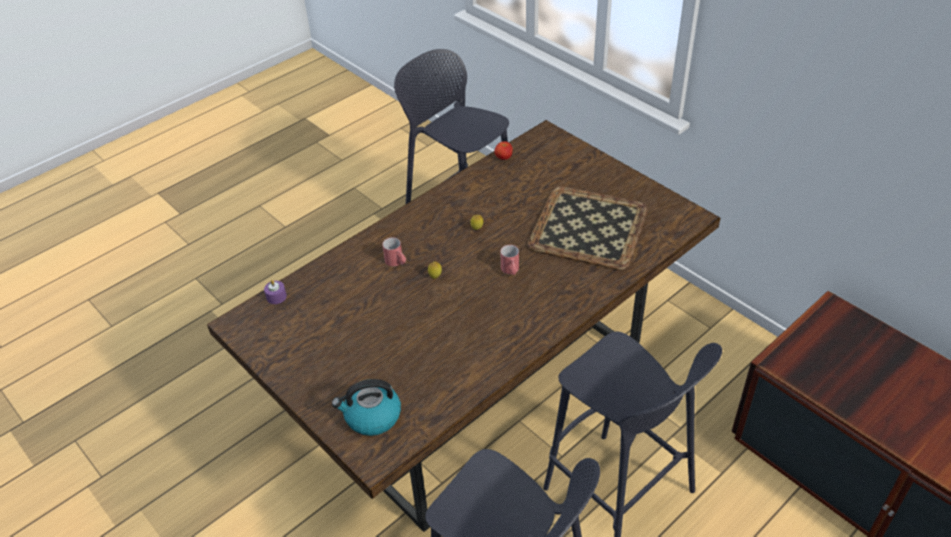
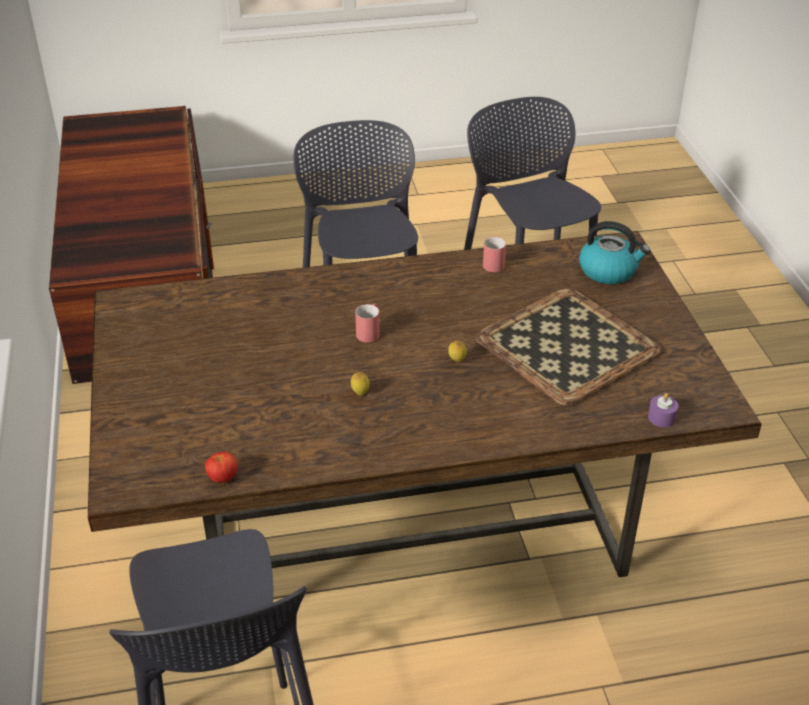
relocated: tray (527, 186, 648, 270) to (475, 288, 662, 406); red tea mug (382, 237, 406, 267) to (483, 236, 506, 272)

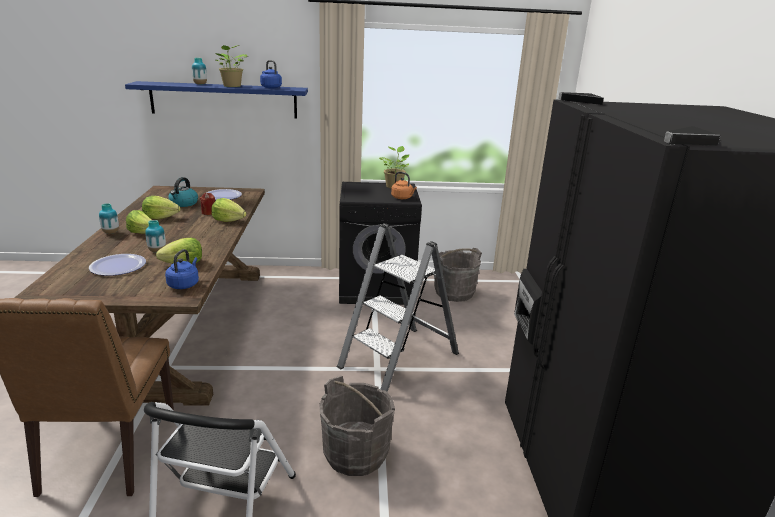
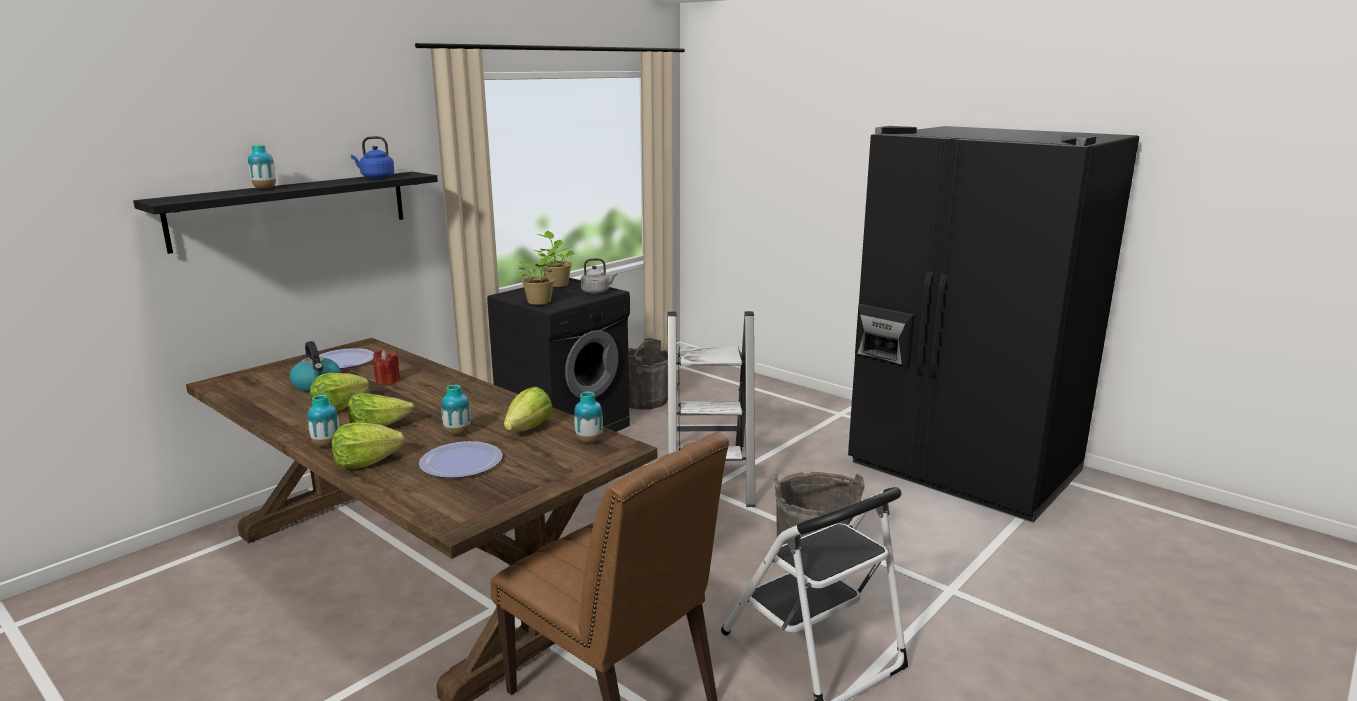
relocated: head of lettuce (211, 198, 247, 222) to (332, 422, 404, 469); plant in a pot (216, 45, 248, 87) to (515, 247, 557, 305)
exchanged: blue-coloured kettle (165, 249, 199, 289) to vase (574, 392, 603, 443)
colour: blue-coloured bracket shelf (125, 81, 308, 119) to blackish bracket shelf (133, 172, 438, 254); orange-coloured kettle (391, 172, 417, 199) to greyish kettle (581, 258, 617, 294)

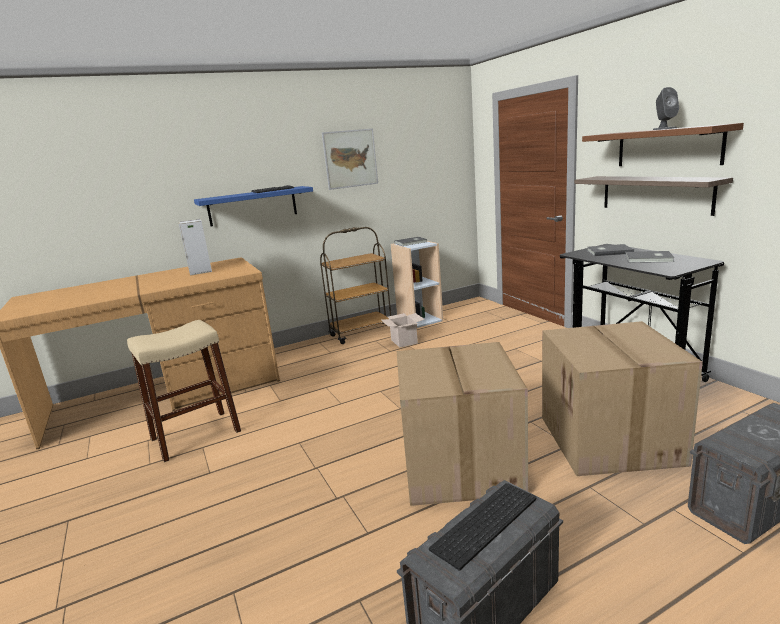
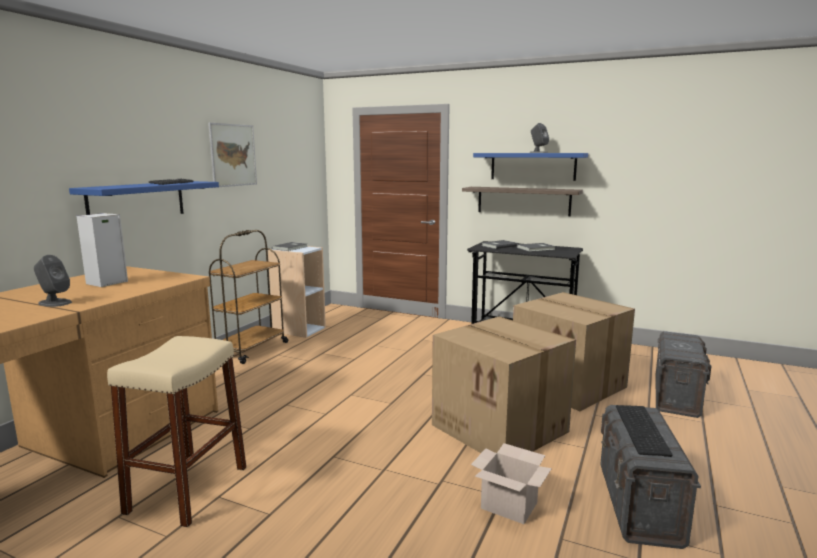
appeared: greyish speaker (34, 255, 72, 307)
relocated: packing box (381, 313, 425, 348) to (471, 443, 552, 524)
colour: brown bracket shelf (582, 123, 744, 166) to blue-coloured bracket shelf (473, 153, 588, 181)

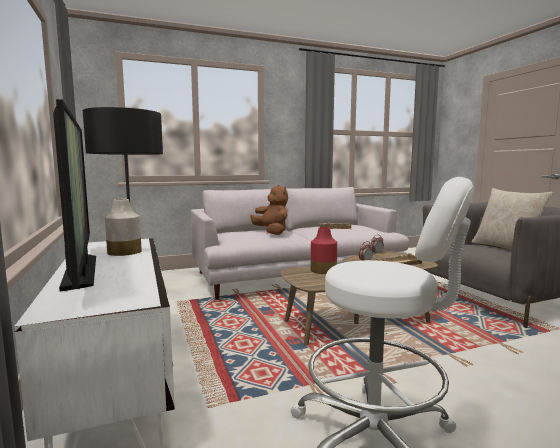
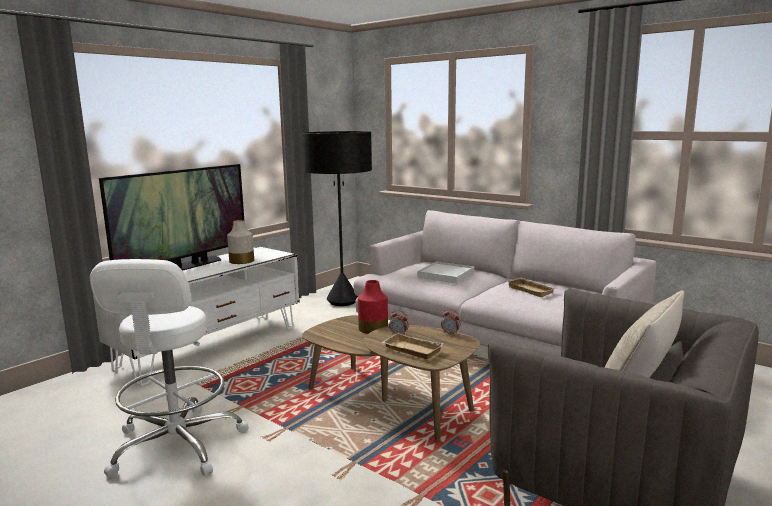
exchanged: brown cuddly toy (251, 185, 288, 235) to white tray (417, 262, 474, 284)

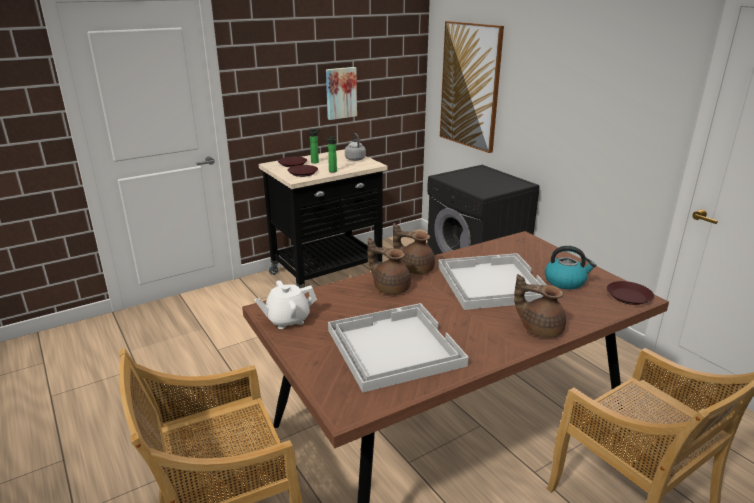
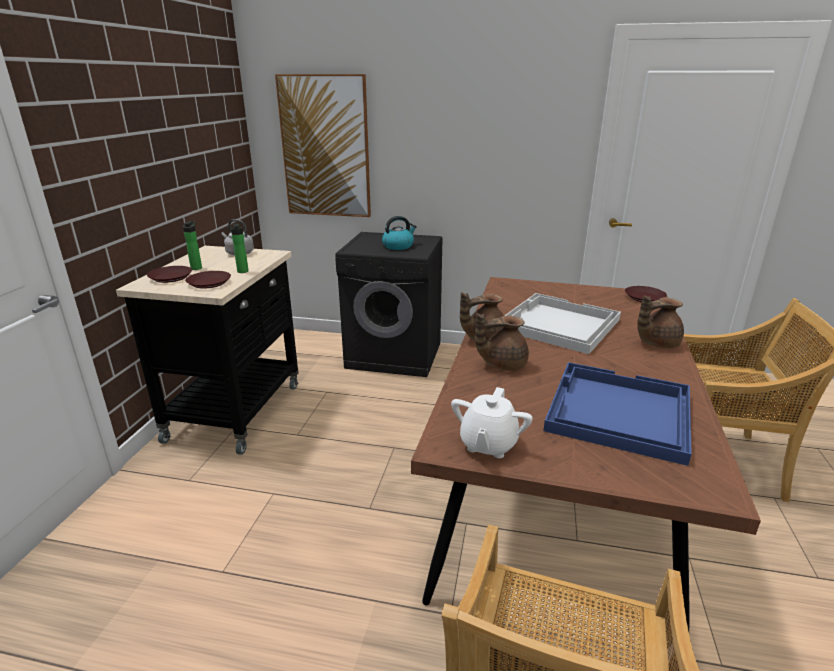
missing: wall art (326, 67, 357, 120)
relocated: kettle (545, 246, 596, 289) to (382, 216, 417, 250)
colour: white tray (328, 303, 469, 392) to blue-coloured tray (543, 362, 692, 466)

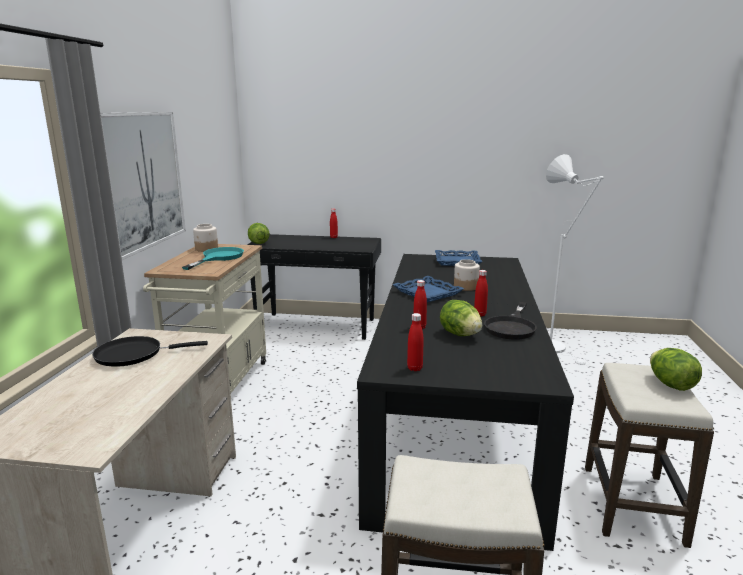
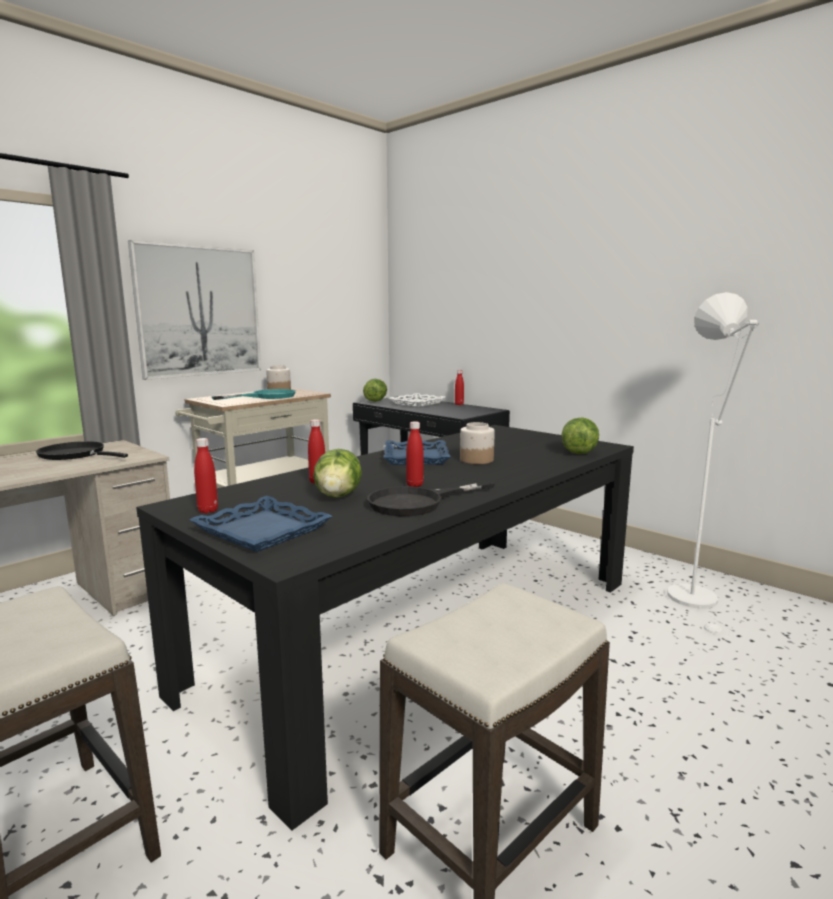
appeared: white tray (388, 393, 446, 407)
relocated: blue-coloured tray (435, 250, 482, 266) to (190, 496, 332, 552); head of lettuce (650, 348, 702, 391) to (562, 417, 599, 454)

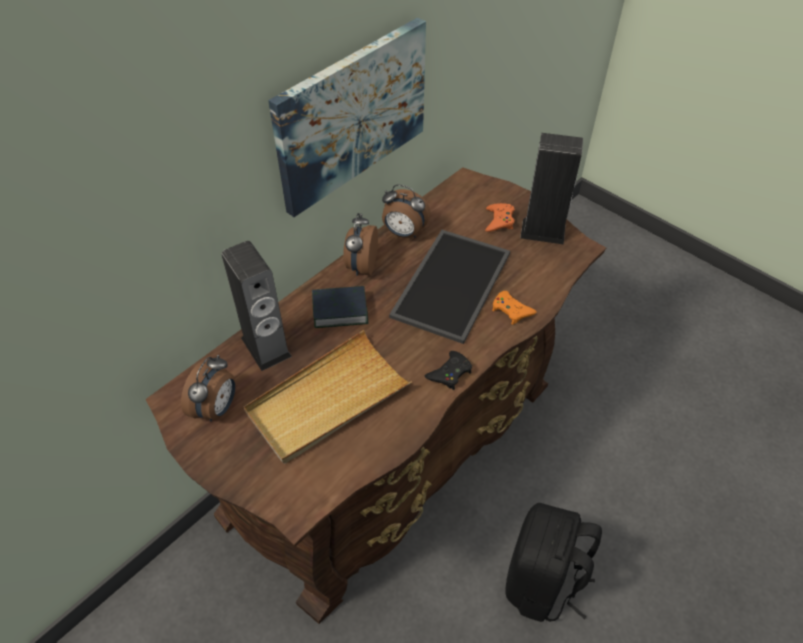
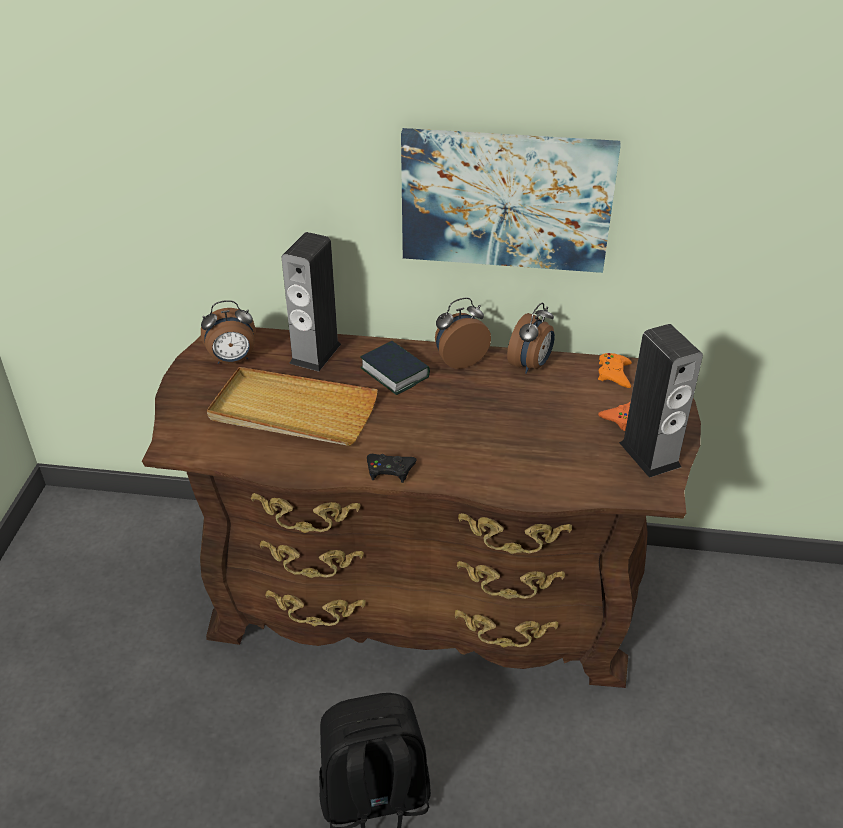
missing: tray (389, 230, 510, 344)
relocated: orange-coloured game controller (492, 291, 537, 325) to (598, 353, 632, 388)
spun: table clock (382, 184, 431, 238) = (507, 303, 555, 374) 135 degrees counterclockwise

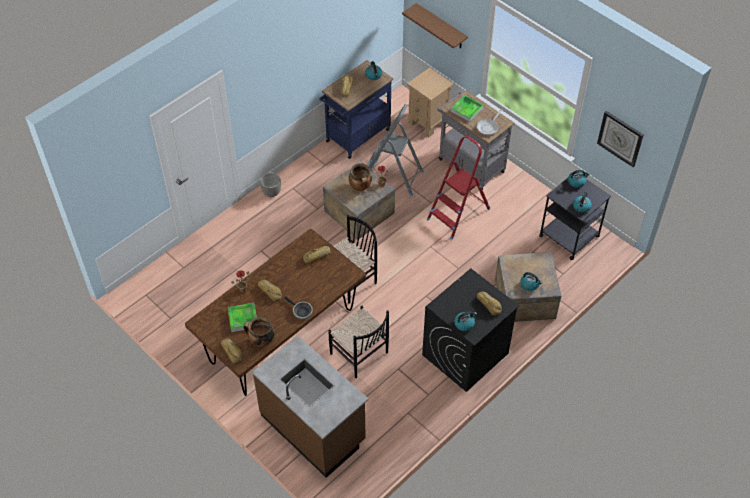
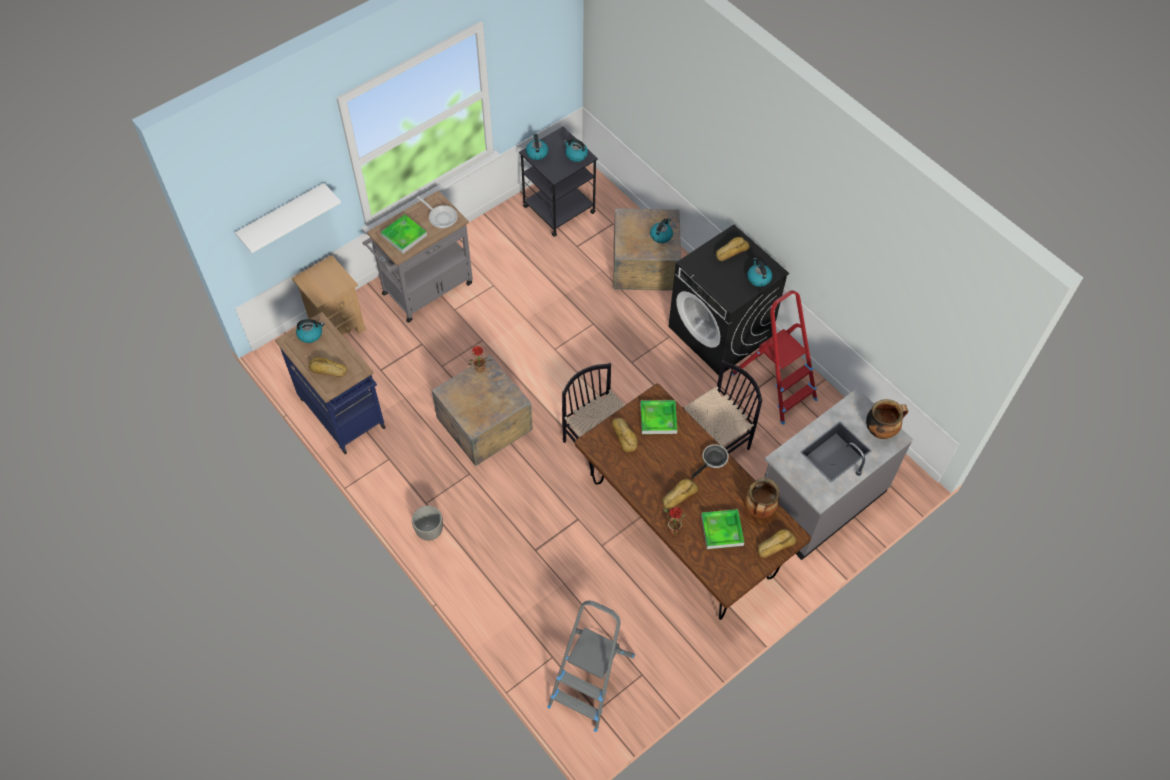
missing: wall clock (597, 111, 643, 167)
appeared: tray (640, 400, 677, 434)
relocated: greyish step stool (367, 103, 424, 196) to (548, 601, 635, 732); red step stool (427, 136, 491, 239) to (732, 290, 817, 425); cooking pot (349, 163, 372, 191) to (866, 399, 908, 439)
colour: brown bracket shelf (402, 3, 468, 48) to white bracket shelf (235, 183, 341, 253); brown counter (252, 336, 369, 478) to greyish counter (764, 388, 913, 560)

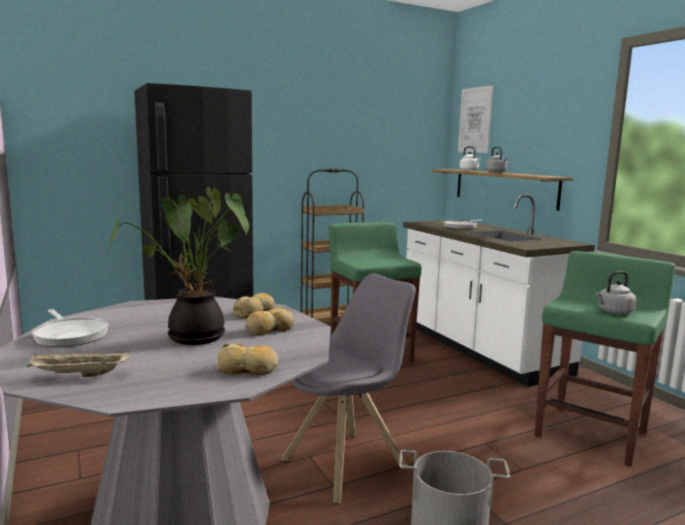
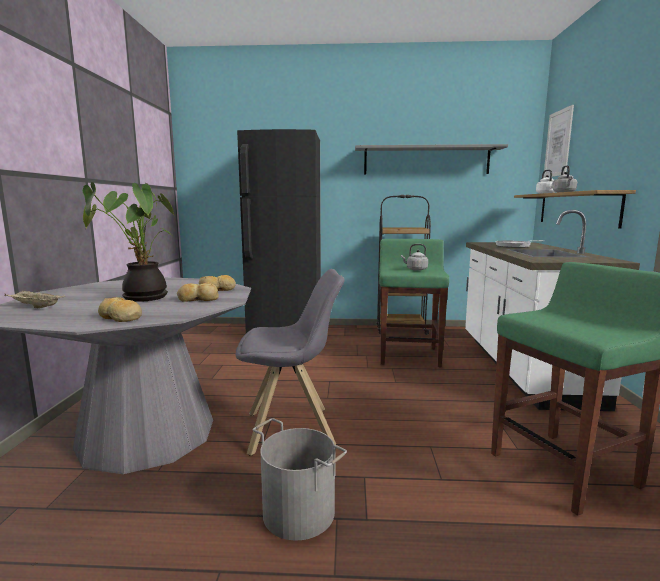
missing: frying pan (32, 309, 108, 347)
appeared: greyish bracket shelf (355, 144, 508, 175)
relocated: greyish kettle (595, 271, 636, 315) to (401, 244, 428, 271)

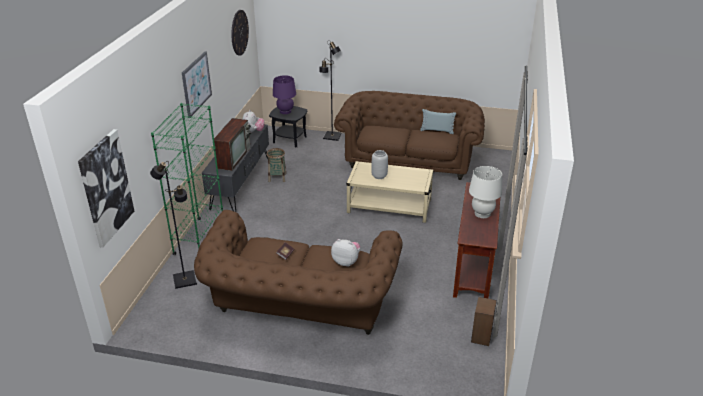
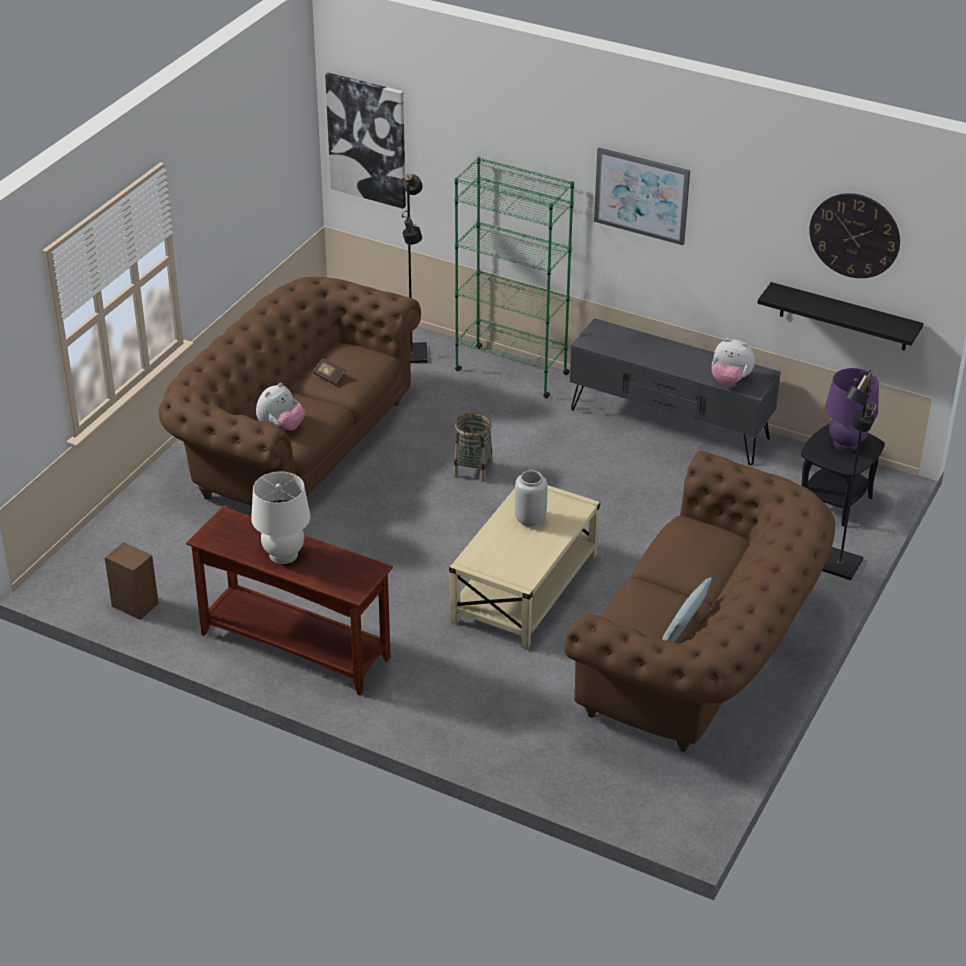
missing: television (214, 118, 252, 171)
appeared: blackish bracket shelf (757, 282, 923, 351)
relocated: household basket (267, 148, 286, 182) to (453, 413, 493, 482)

